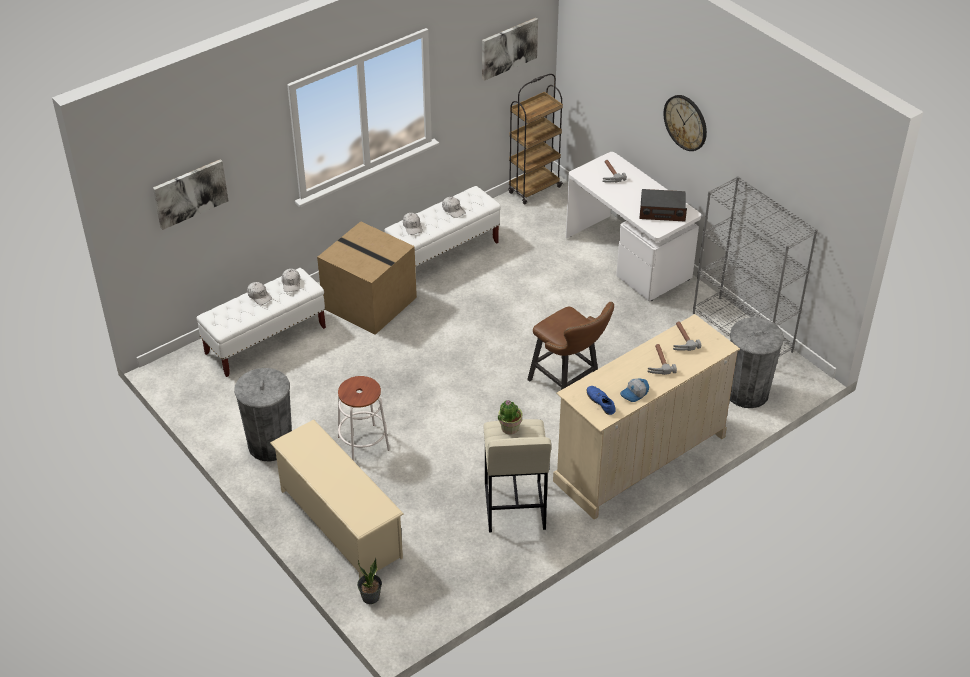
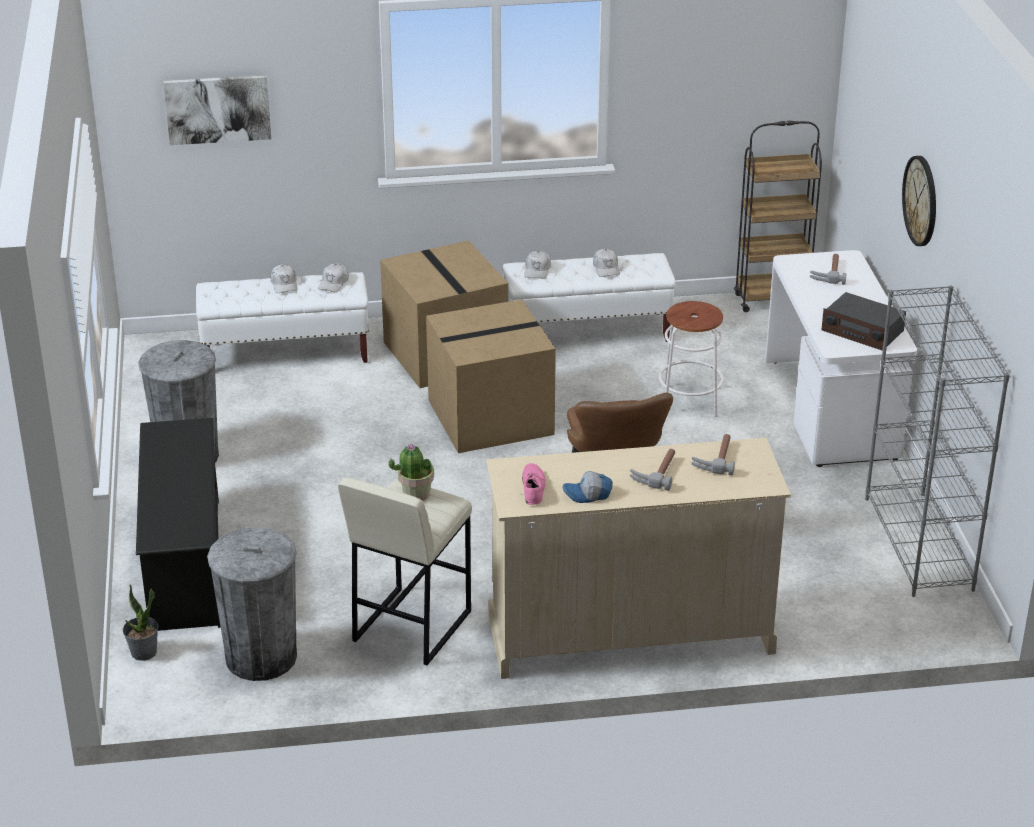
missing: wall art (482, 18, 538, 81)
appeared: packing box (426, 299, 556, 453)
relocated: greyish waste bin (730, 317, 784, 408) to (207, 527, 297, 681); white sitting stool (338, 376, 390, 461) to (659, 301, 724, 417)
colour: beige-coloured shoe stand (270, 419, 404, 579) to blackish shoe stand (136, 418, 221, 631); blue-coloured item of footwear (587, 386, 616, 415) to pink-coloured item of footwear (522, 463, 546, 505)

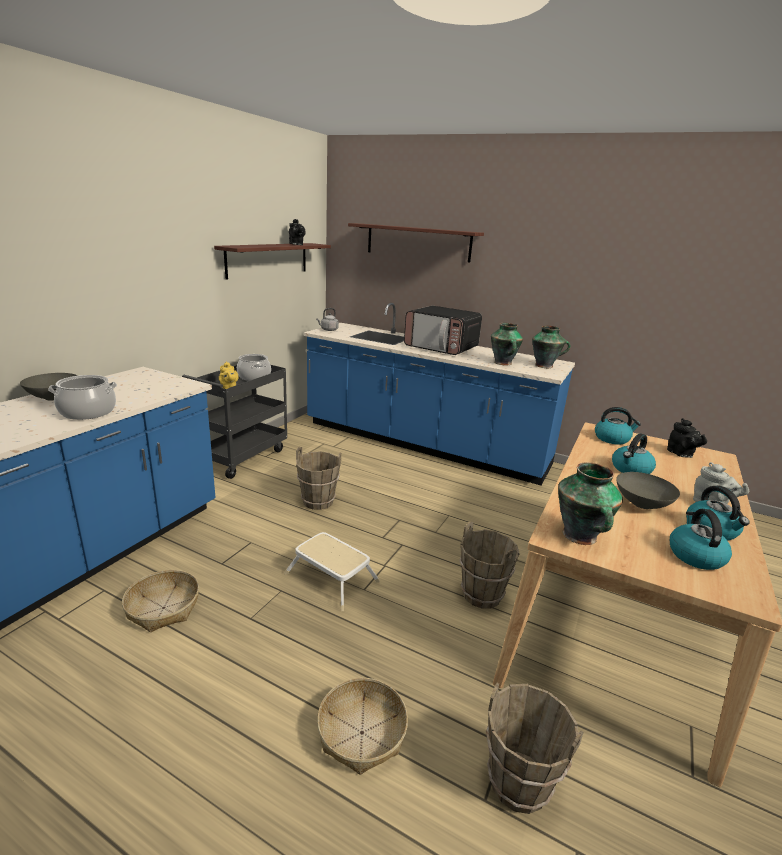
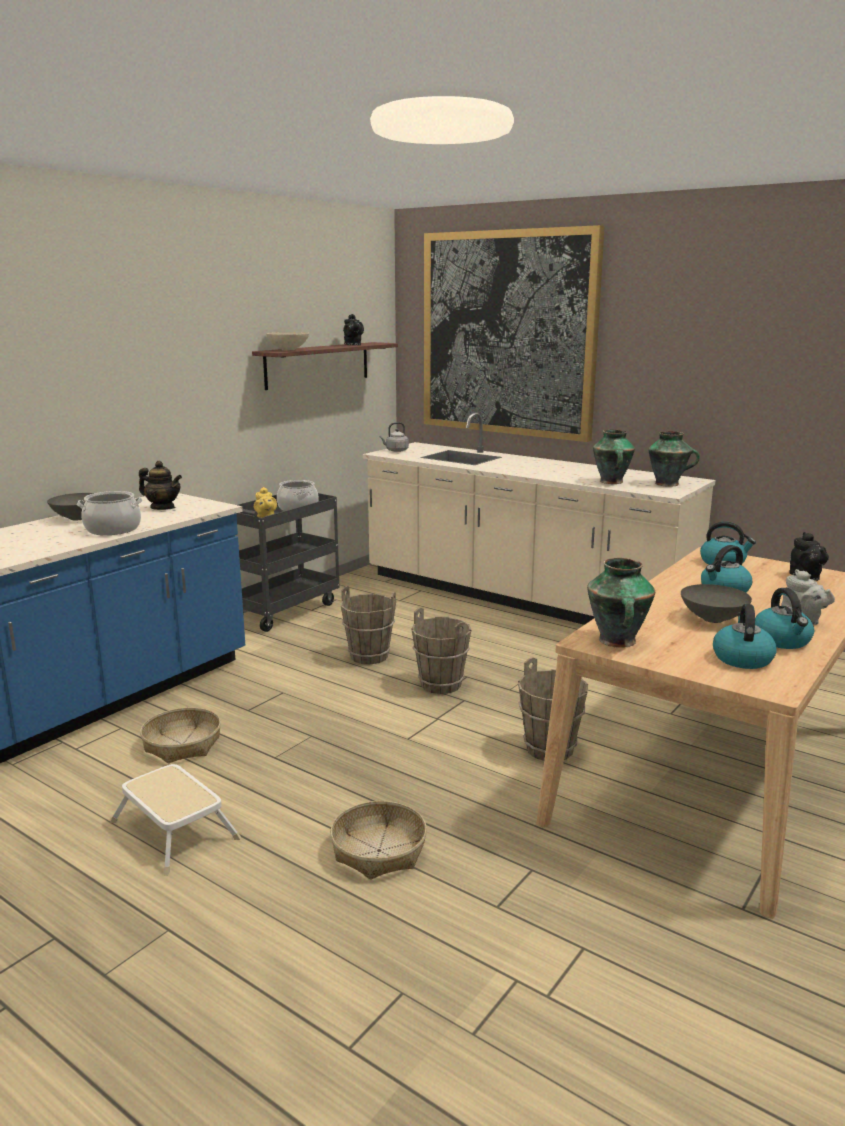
missing: microwave oven (404, 306, 482, 355)
appeared: tea pot (139, 461, 182, 510); beige-coloured serving bowl (266, 332, 309, 350)
relocated: beige-coloured step stool (284, 532, 380, 611) to (110, 764, 241, 875); brown bucket (486, 683, 584, 814) to (412, 608, 471, 694)
exchanged: bracket shelf (348, 223, 484, 263) to wall art (424, 225, 605, 442)
colour: blue-coloured counter (303, 303, 575, 486) to beige-coloured counter (363, 412, 716, 625)

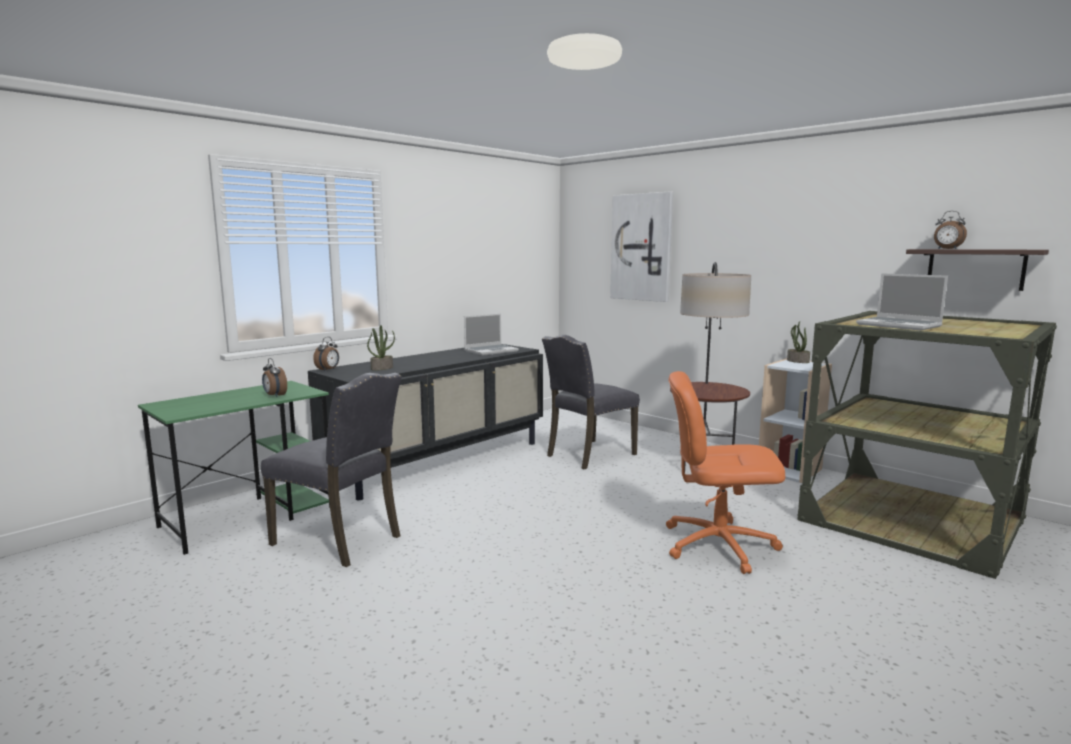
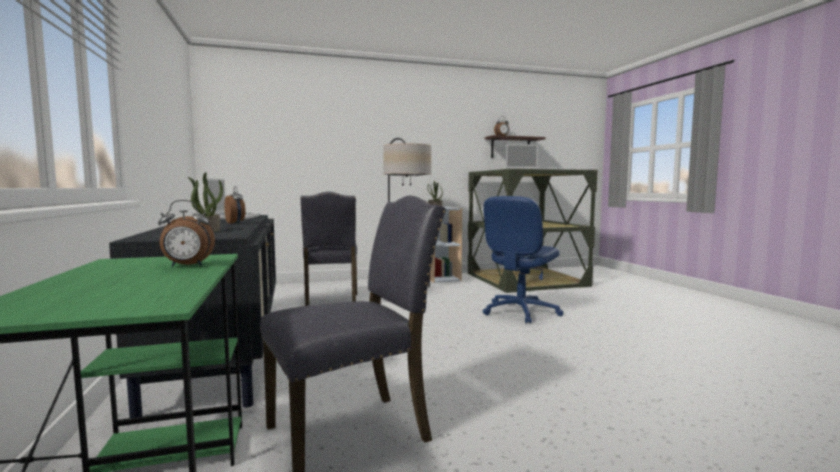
missing: wall art (610, 191, 673, 302)
relocated: table clock (313, 337, 339, 372) to (224, 186, 246, 224)
colour: orange-coloured desk chair (666, 371, 785, 574) to blue-coloured desk chair (483, 196, 564, 324)

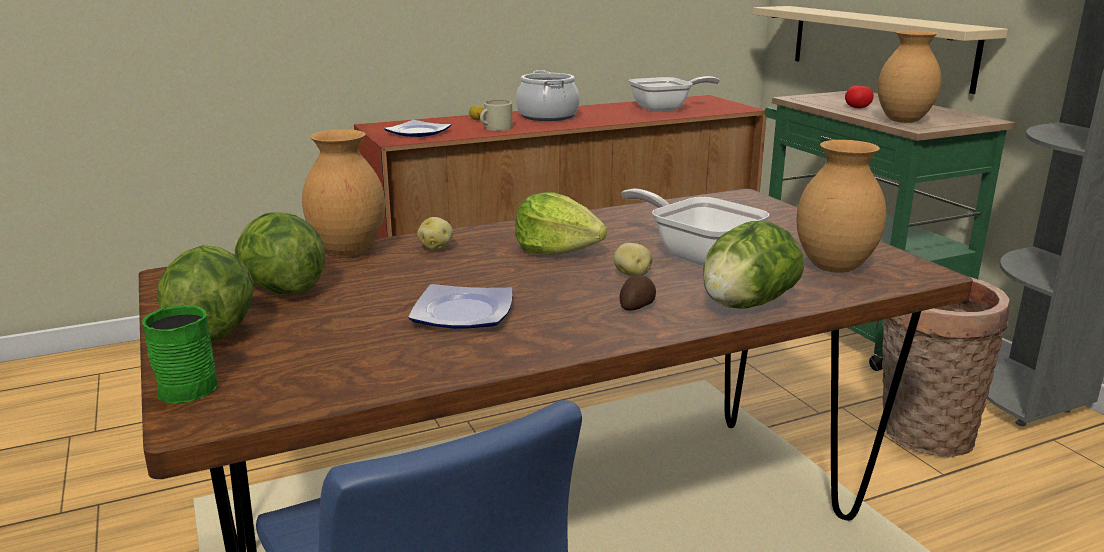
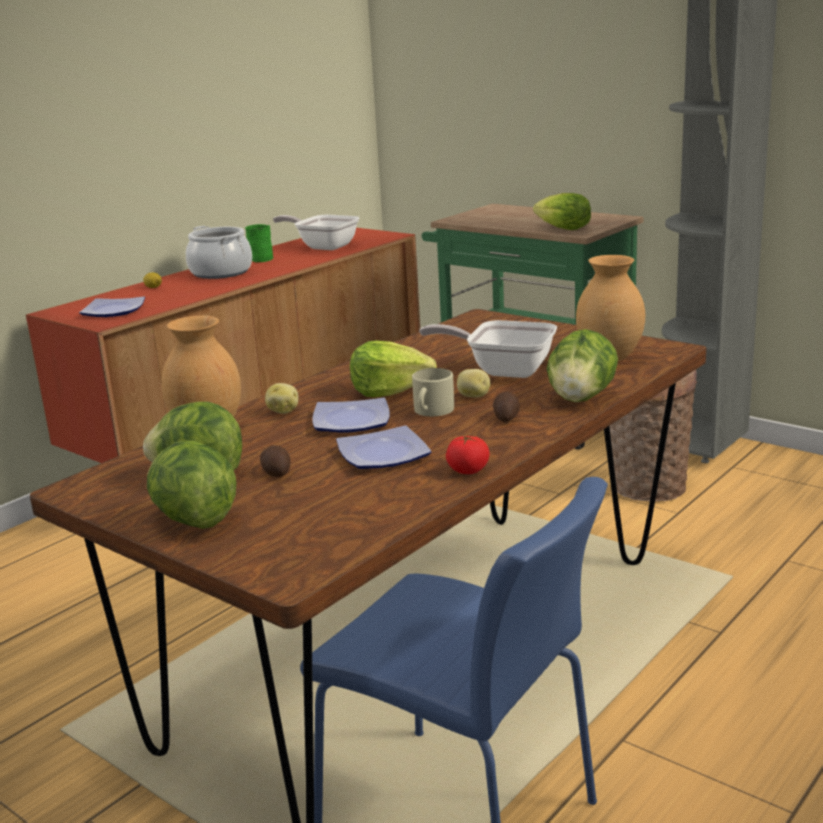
missing: beige-coloured bracket shelf (753, 6, 1008, 94)
appeared: potato (260, 445, 291, 477); flat dish (313, 398, 390, 432)
relocated: green-coloured tea mug (142, 305, 218, 404) to (245, 224, 273, 262); beige-coloured tea mug (480, 100, 512, 131) to (412, 368, 454, 416); whole tomato (845, 85, 874, 108) to (446, 435, 490, 474)
exchanged: brown vase (878, 31, 941, 123) to head of lettuce (533, 193, 591, 230)
spun: frying pan (629, 76, 720, 112) = (273, 215, 359, 250) 105 degrees counterclockwise

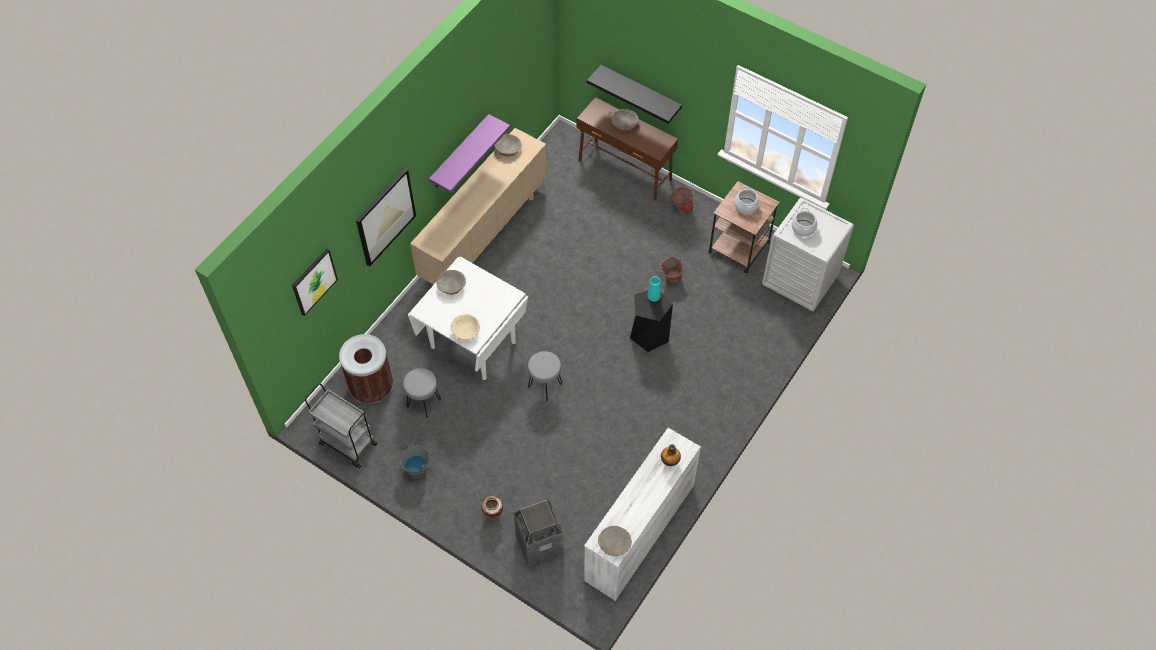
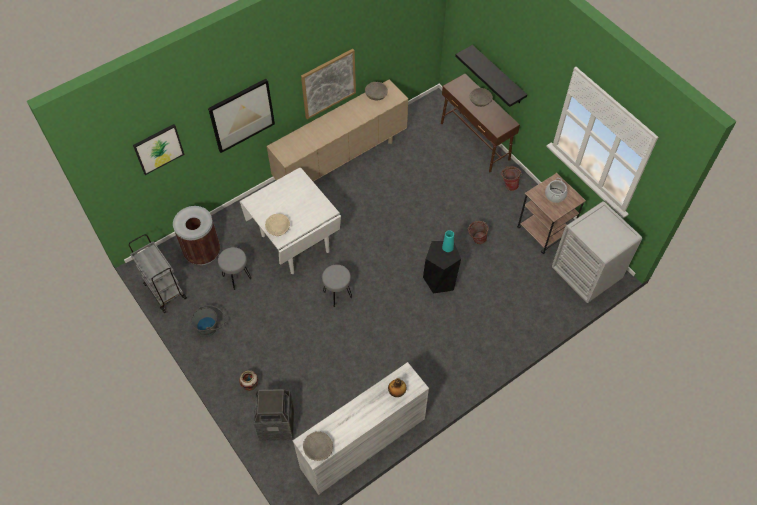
missing: beige-coloured serving bowl (437, 270, 466, 295); cooking pot (792, 208, 817, 237)
exchanged: purple-coloured bracket shelf (429, 114, 510, 193) to wall art (301, 49, 356, 119)

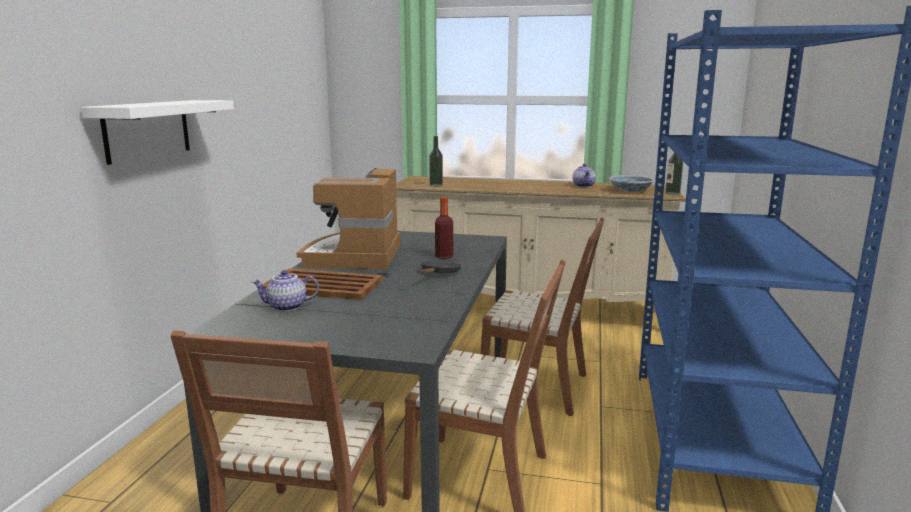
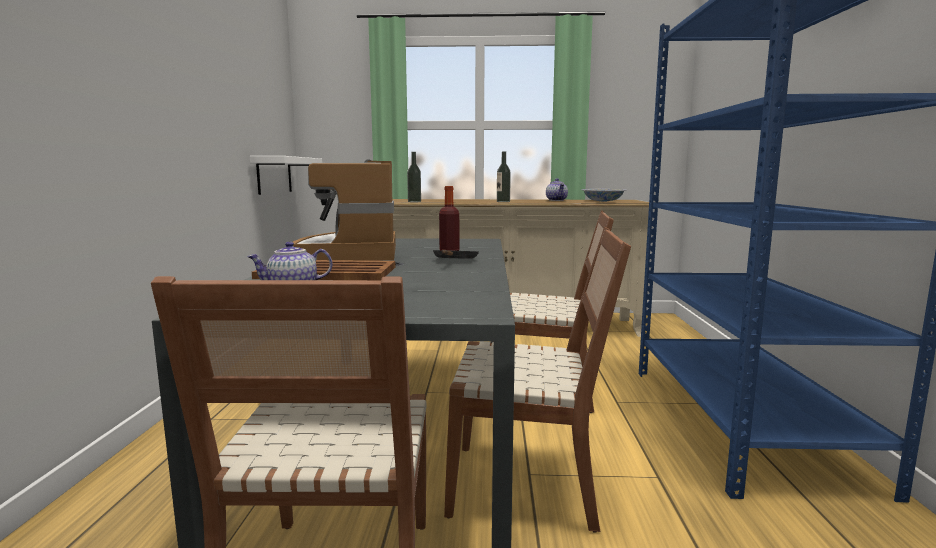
relocated: white bracket shelf (81, 100, 234, 165) to (249, 156, 322, 195); drink bottle (665, 153, 683, 195) to (497, 151, 511, 202)

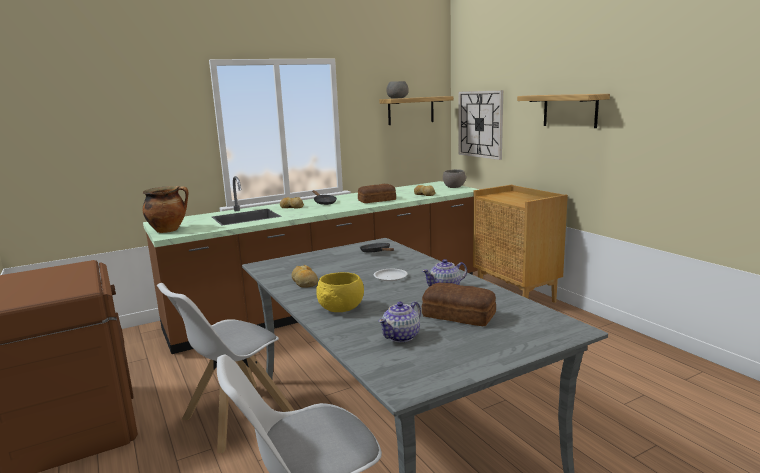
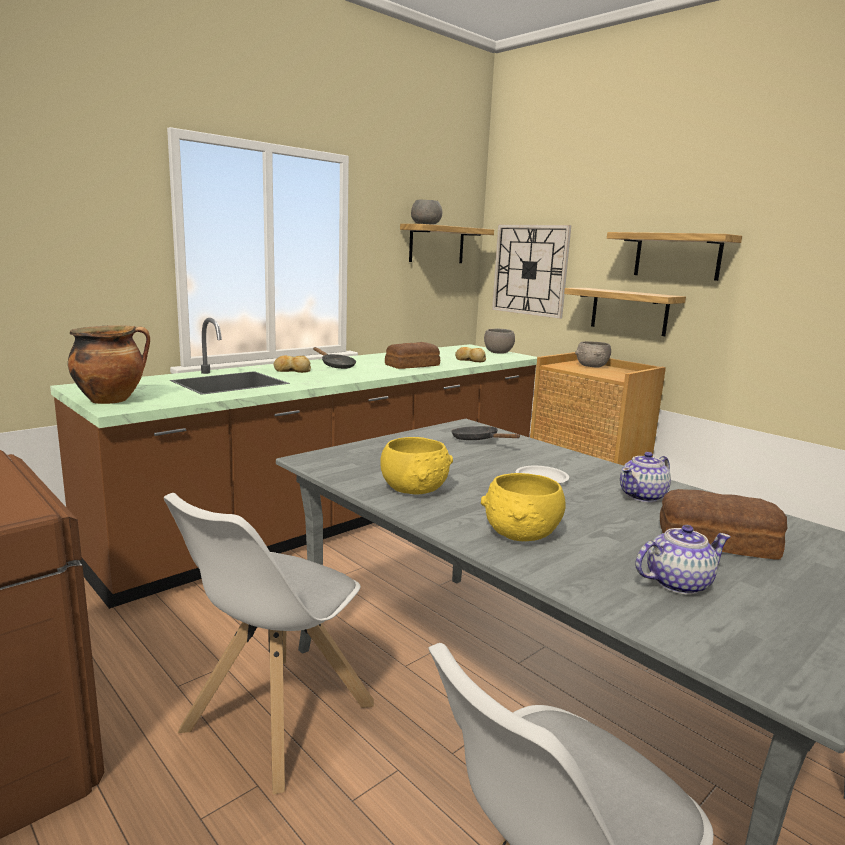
appeared: bracket shelf (564, 288, 686, 336); greyish serving bowl (575, 341, 611, 368)
exchanged: bakery bread (291, 265, 318, 288) to yellow serving bowl (380, 437, 453, 494)
spun: tea pot (379, 301, 421, 343) = (635, 525, 731, 595) 135 degrees counterclockwise

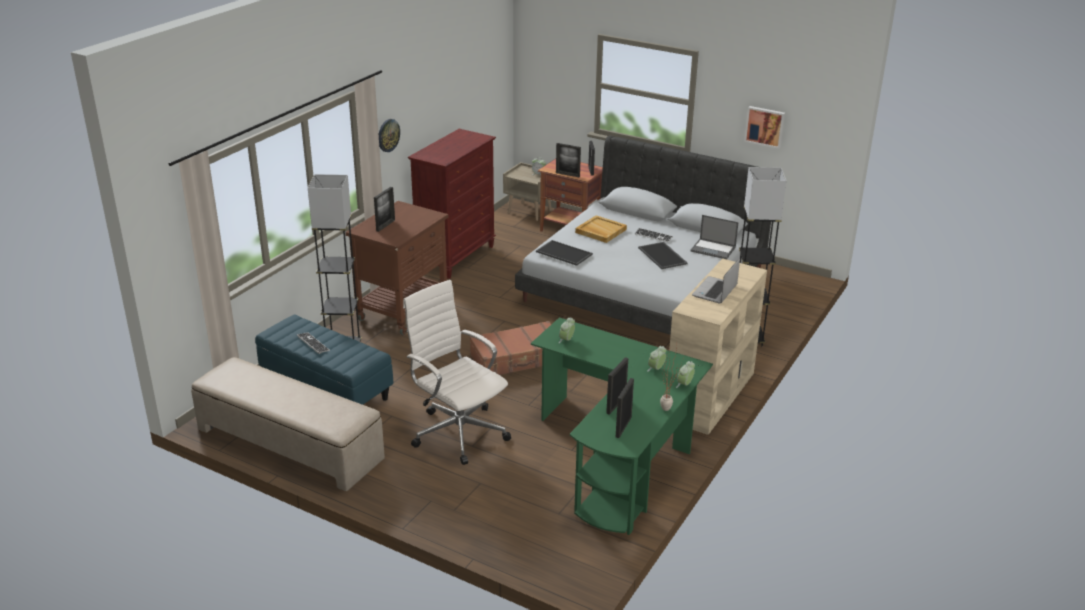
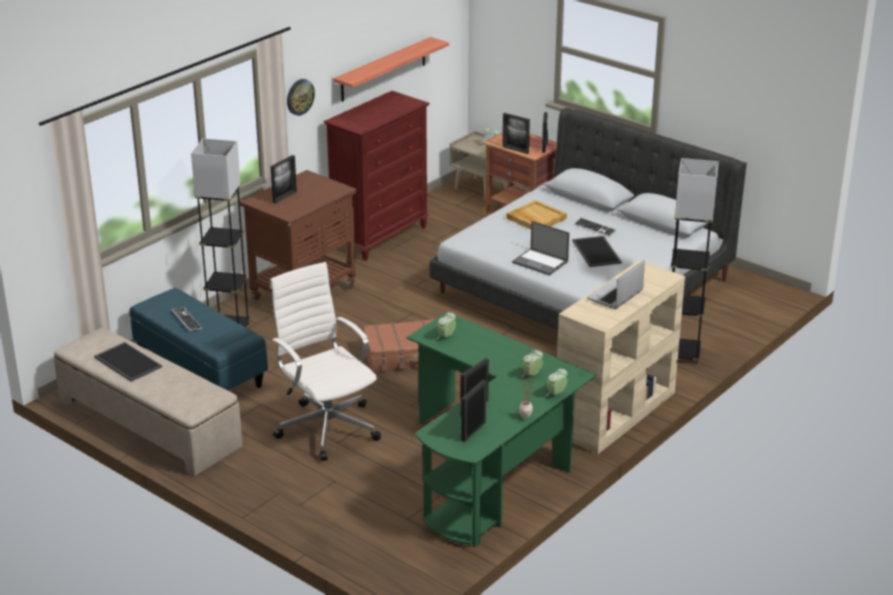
missing: wall art (744, 106, 785, 149)
appeared: bracket shelf (333, 37, 449, 102)
relocated: tray (536, 240, 593, 266) to (94, 342, 162, 382); portable computer (690, 215, 739, 259) to (512, 221, 569, 276)

